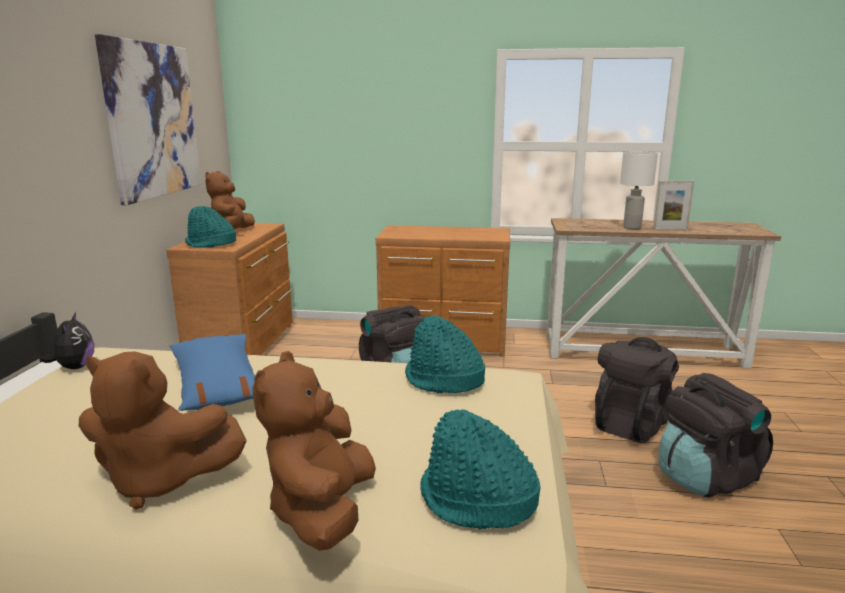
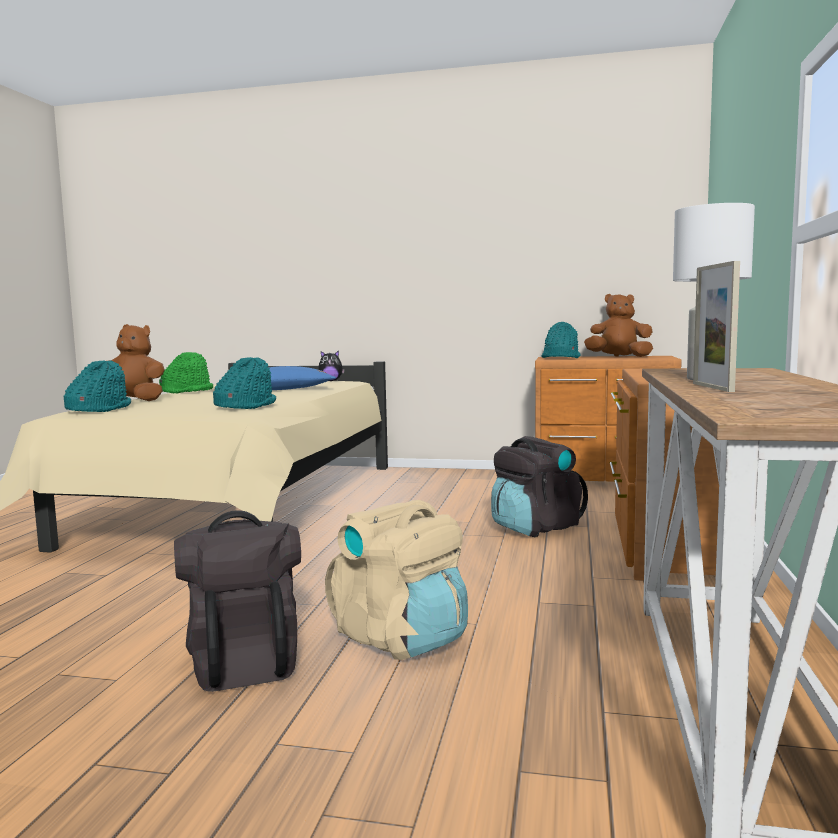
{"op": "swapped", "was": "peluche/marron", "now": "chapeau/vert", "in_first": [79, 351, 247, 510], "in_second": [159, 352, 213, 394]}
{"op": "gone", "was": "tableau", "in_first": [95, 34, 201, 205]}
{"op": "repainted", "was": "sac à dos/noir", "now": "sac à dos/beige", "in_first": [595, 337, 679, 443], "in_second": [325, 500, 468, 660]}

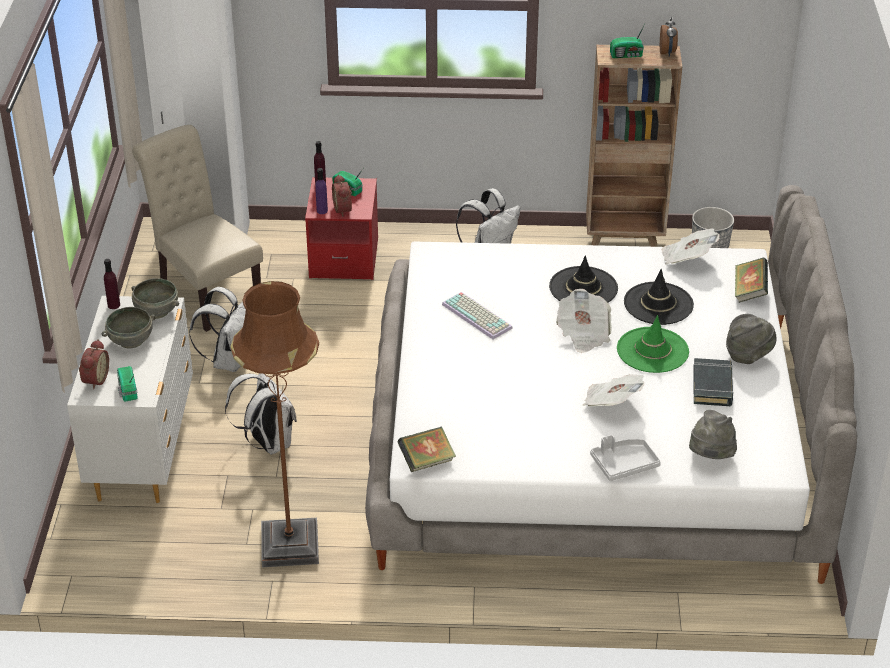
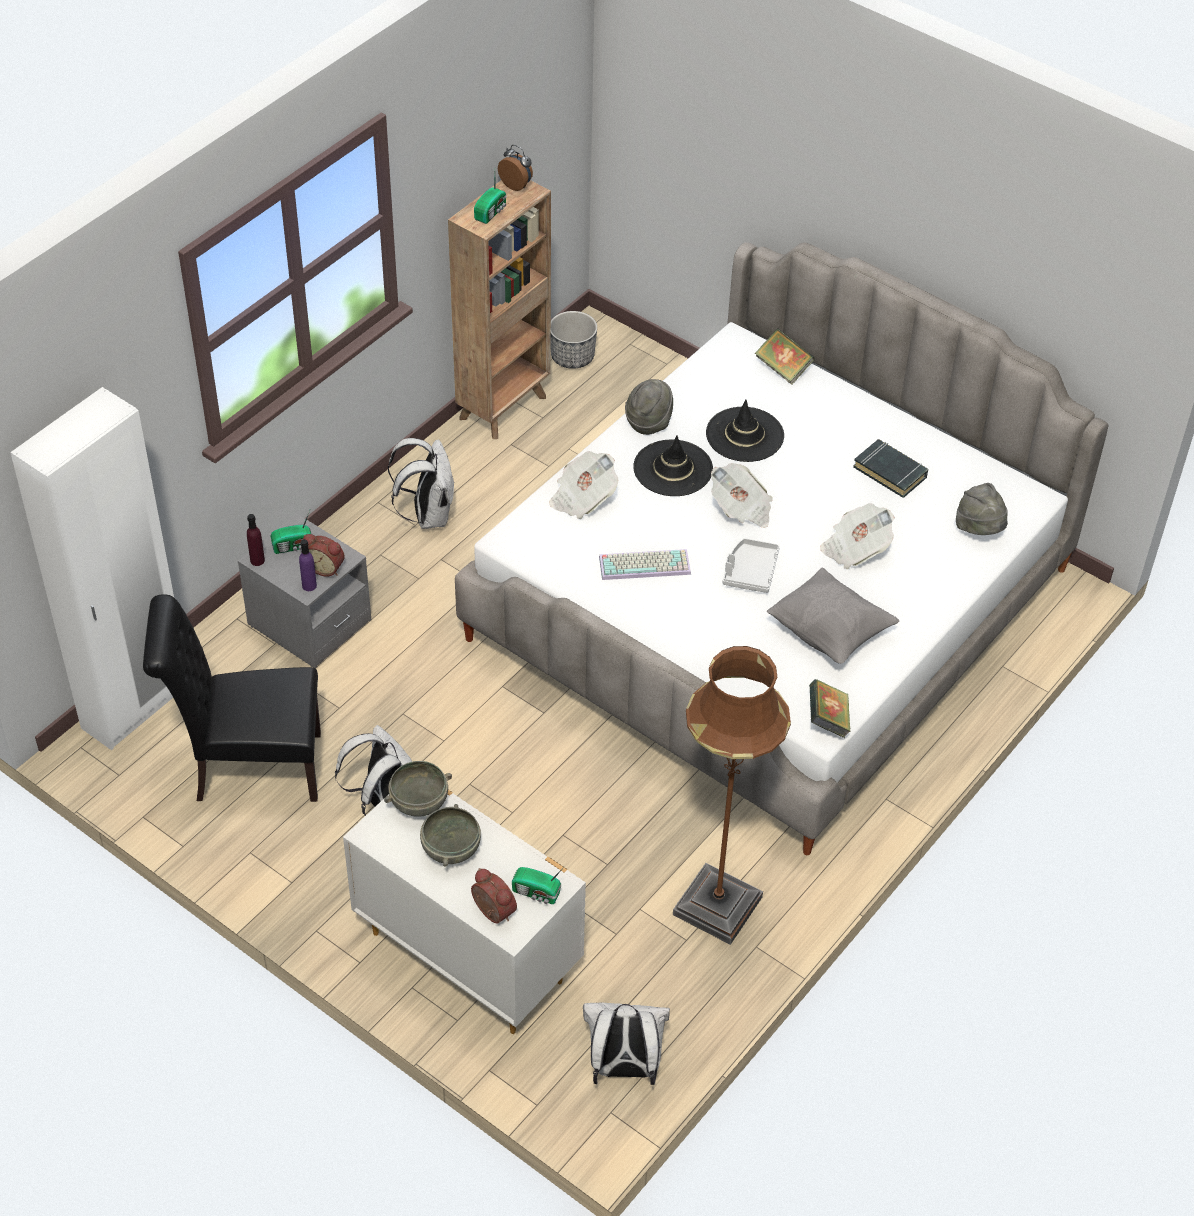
{"op": "gone", "was": "bouteille/violet", "in_first": [104, 259, 120, 309]}
{"op": "repainted", "was": "chaise/beige", "now": "chaise/noir", "in_first": [132, 125, 263, 332], "in_second": [143, 594, 321, 802]}
{"op": "shifted", "was": "sac à dos/blanc", "in_first": [225, 373, 297, 455], "in_second": [583, 1003, 670, 1085]}
{"op": "repainted", "was": "table de chevet/rouge", "now": "table de chevet/gris", "in_first": [305, 177, 378, 280], "in_second": [238, 514, 371, 668]}
{"op": "shifted", "was": "plateau/gris", "in_first": [590, 435, 661, 481], "in_second": [723, 538, 780, 593]}
{"op": "gone", "was": "chapeau/vert", "in_first": [617, 315, 689, 373]}
{"op": "shifted", "was": "journal", "in_first": [661, 229, 719, 265], "in_second": [549, 451, 618, 519]}
{"op": "shifted", "was": "chapeau/gris", "in_first": [726, 314, 777, 364], "in_second": [625, 379, 673, 435]}
{"op": "new", "now": "coussin/gris", "in_second": [767, 568, 899, 664]}

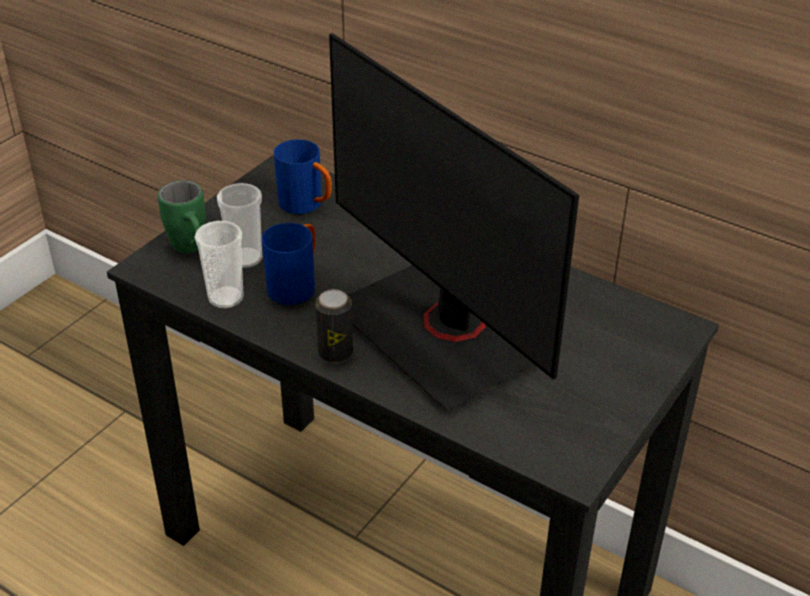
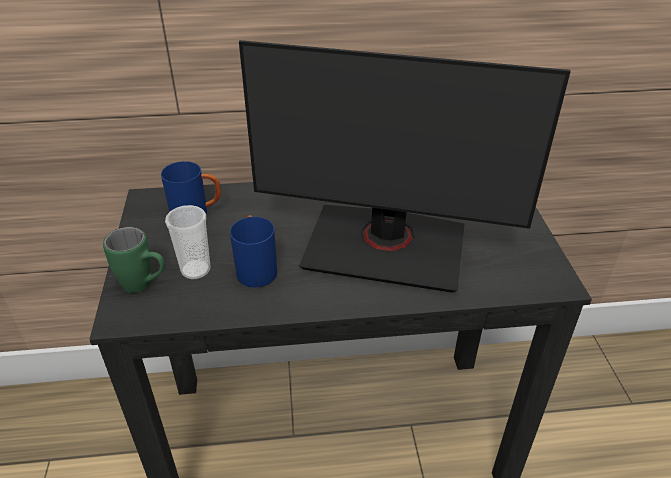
{"op": "gone", "was": "tasse", "in_first": [195, 221, 244, 308]}
{"op": "gone", "was": "boîte métallique", "in_first": [315, 289, 353, 363]}

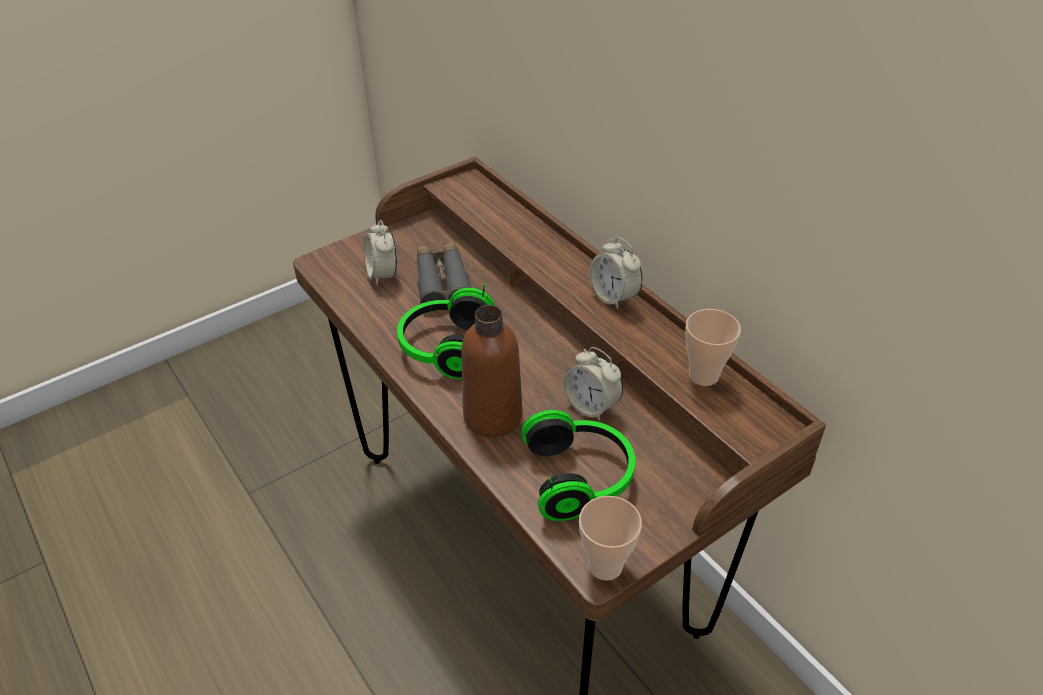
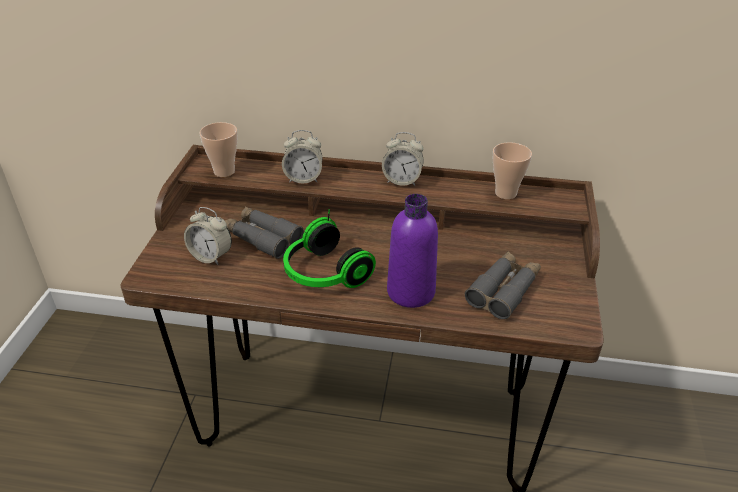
{"op": "repainted", "was": "bouteille/marron", "now": "bouteille/violet", "in_first": [461, 305, 522, 438], "in_second": [387, 194, 438, 308]}
{"op": "swapped", "was": "casque audio", "now": "jumelles/gris", "in_first": [521, 410, 635, 521], "in_second": [465, 251, 541, 319]}
{"op": "shifted", "was": "réveil", "in_first": [563, 347, 623, 421], "in_second": [282, 130, 323, 184]}
{"op": "shifted", "was": "tasse", "in_first": [579, 496, 642, 581], "in_second": [199, 122, 237, 177]}

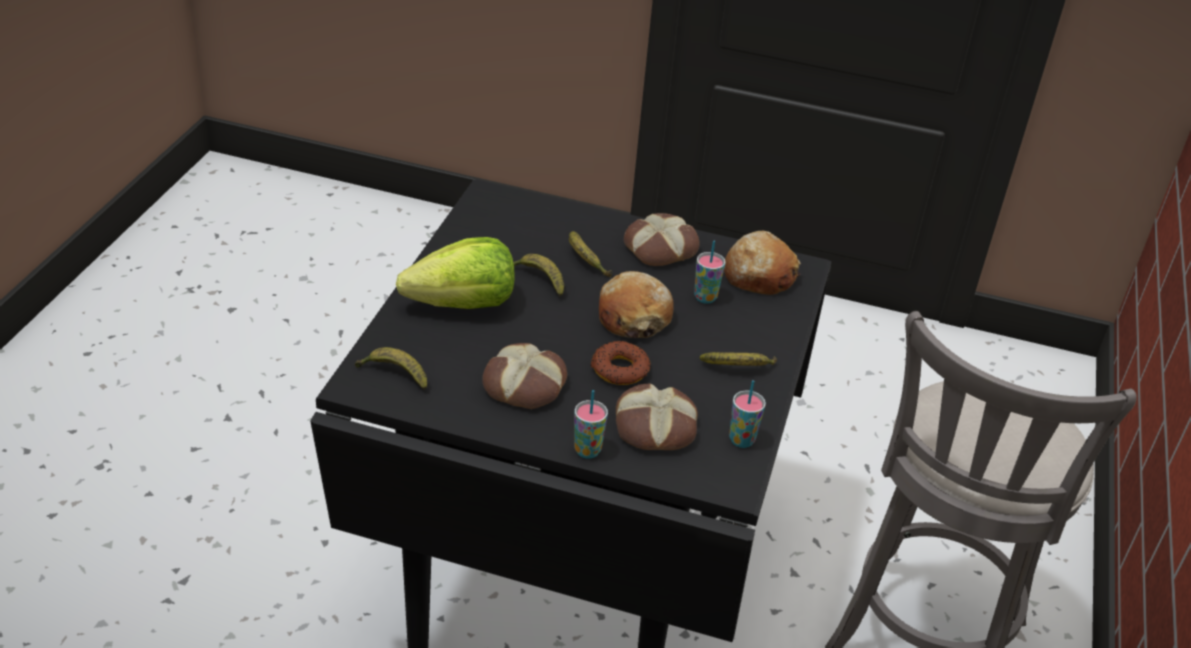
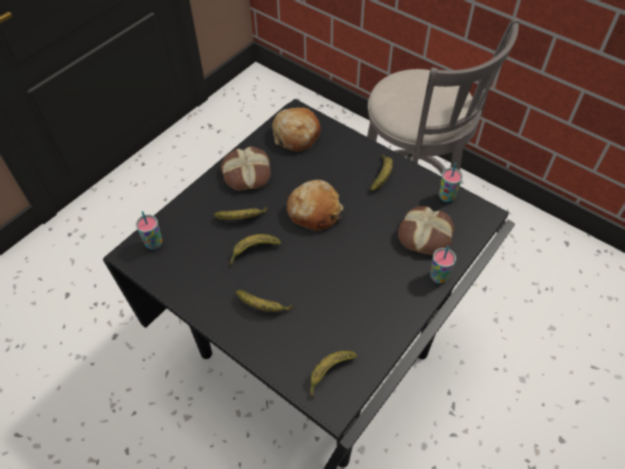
{"op": "swapped", "was": "laitue", "now": "banane", "in_first": [396, 237, 514, 309], "in_second": [236, 290, 293, 311]}
{"op": "gone", "was": "pain", "in_first": [482, 343, 567, 409]}
{"op": "gone", "was": "beignet", "in_first": [590, 341, 651, 385]}
{"op": "shifted", "was": "tasse", "in_first": [694, 241, 726, 304], "in_second": [136, 211, 162, 250]}

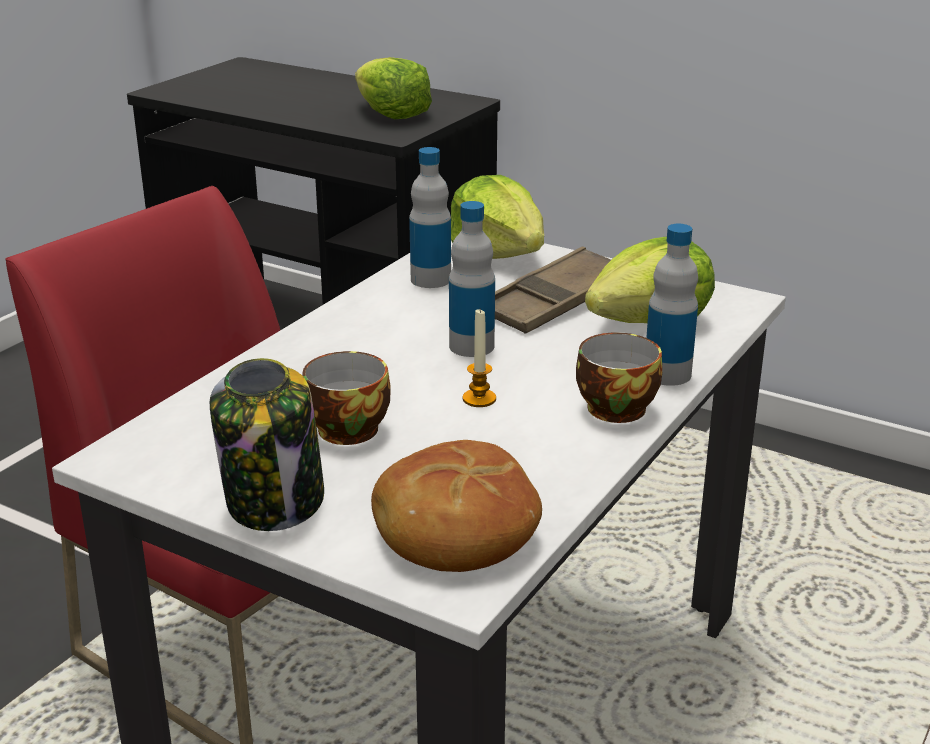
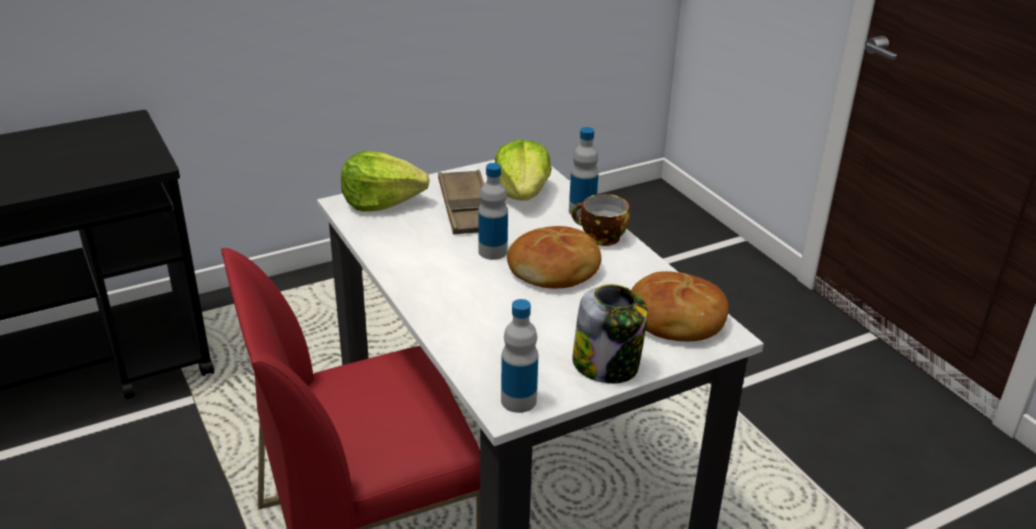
{"op": "gone", "was": "tasse", "in_first": [302, 351, 391, 445]}
{"op": "gone", "was": "laitue", "in_first": [355, 57, 432, 119]}
{"op": "shifted", "was": "bouteille", "in_first": [409, 147, 451, 288], "in_second": [501, 299, 538, 413]}
{"op": "swapped", "was": "bougie", "now": "pain", "in_first": [463, 309, 496, 407], "in_second": [507, 226, 601, 289]}

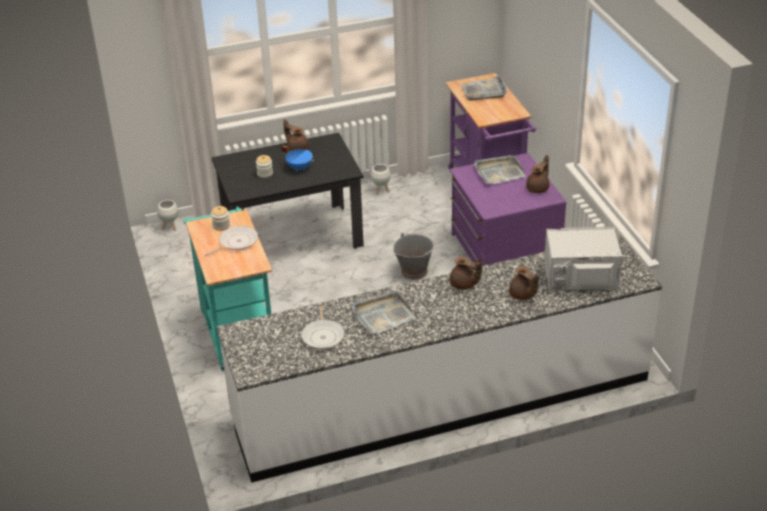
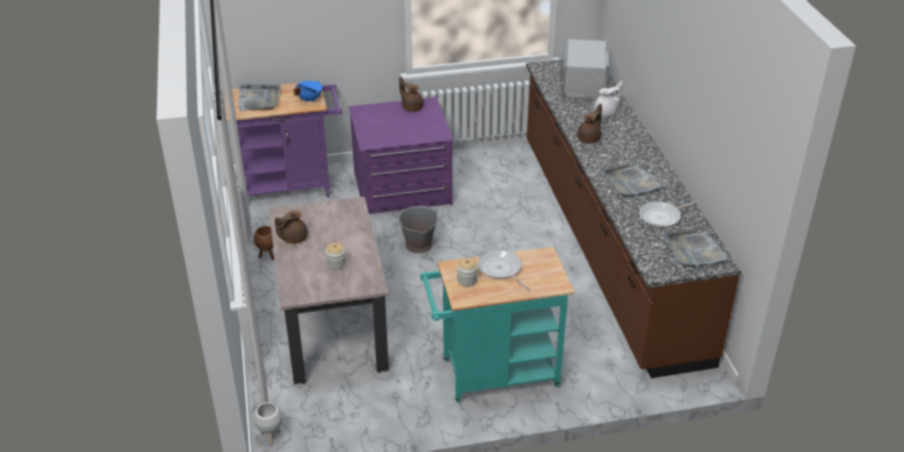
{"op": "repainted", "was": "table à manger/noir", "now": "table à manger/beige", "in_first": [211, 133, 364, 249], "in_second": [269, 197, 389, 384]}
{"op": "repainted", "was": "comptoir de cuisine/blanc", "now": "comptoir de cuisine/marron", "in_first": [217, 235, 662, 483], "in_second": [526, 59, 741, 378]}
{"op": "shifted", "was": "marmite/bleu", "in_first": [281, 145, 314, 171], "in_second": [293, 80, 322, 102]}
{"op": "rotated", "was": "poêle", "in_first": [301, 305, 344, 349], "in_second": [639, 202, 695, 228], "clockwise": 150}
{"op": "repainted", "was": "cache-pot/blanc", "now": "cache-pot/marron", "in_first": [370, 164, 391, 195], "in_second": [254, 226, 274, 260]}
{"op": "shifted", "was": "plateau/gris", "in_first": [474, 155, 526, 184], "in_second": [665, 230, 731, 267]}
{"op": "repainted", "was": "théière/marron", "now": "théière/blanc", "in_first": [509, 266, 539, 300], "in_second": [594, 81, 622, 117]}

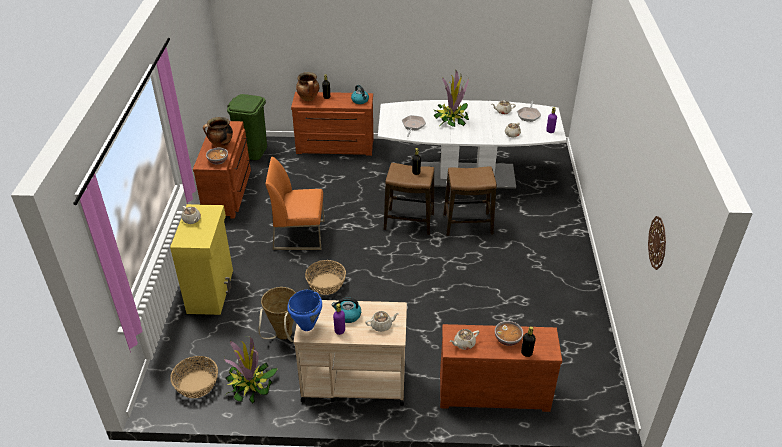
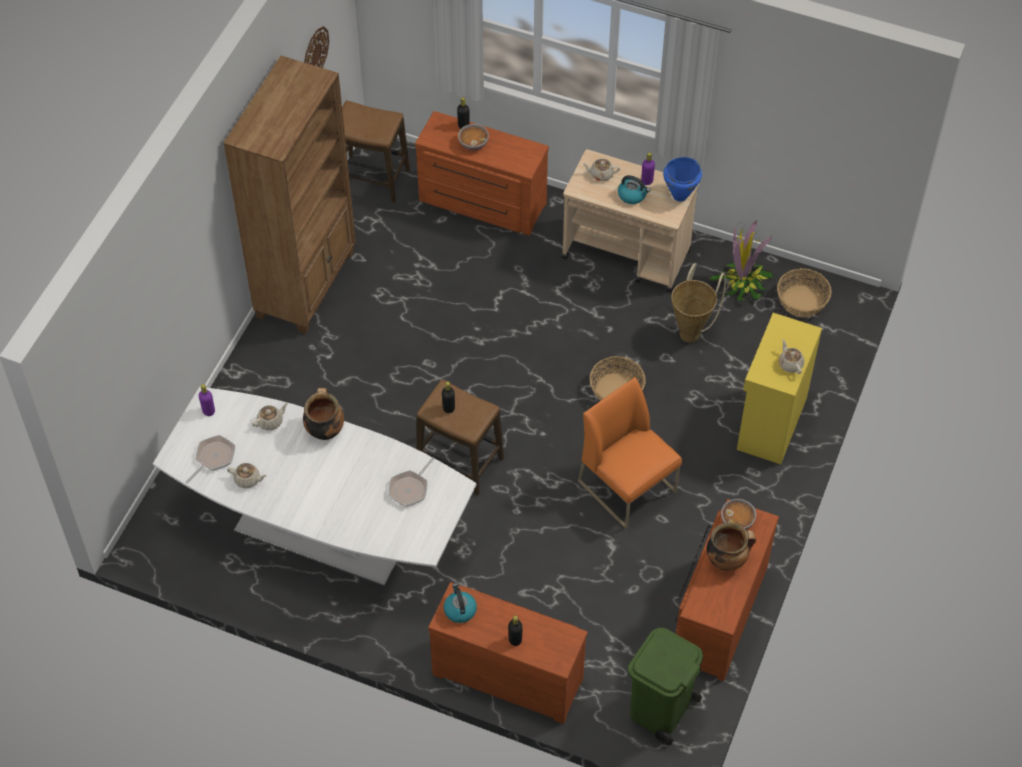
{"op": "rotated", "was": "chaise/orange", "in_first": [265, 156, 325, 250], "in_second": [578, 377, 682, 529], "clockwise": -150}
{"op": "shifted", "was": "marmite", "in_first": [296, 72, 319, 101], "in_second": [303, 388, 344, 440]}
{"op": "gone", "was": "plante en pot", "in_first": [434, 70, 469, 127]}
{"op": "shifted", "was": "tabouret", "in_first": [443, 166, 497, 236], "in_second": [342, 100, 410, 203]}
{"op": "gone", "was": "théière/beige", "in_first": [449, 329, 479, 350]}
{"op": "new", "now": "bibliothèque/marron", "in_second": [223, 56, 356, 334]}

